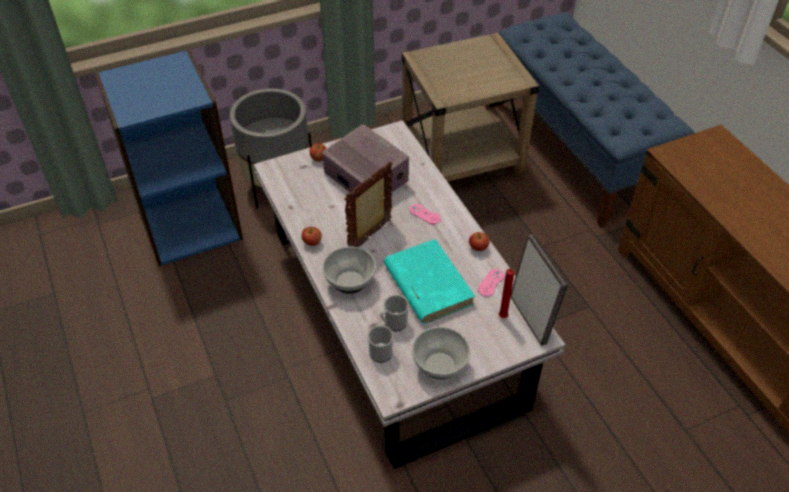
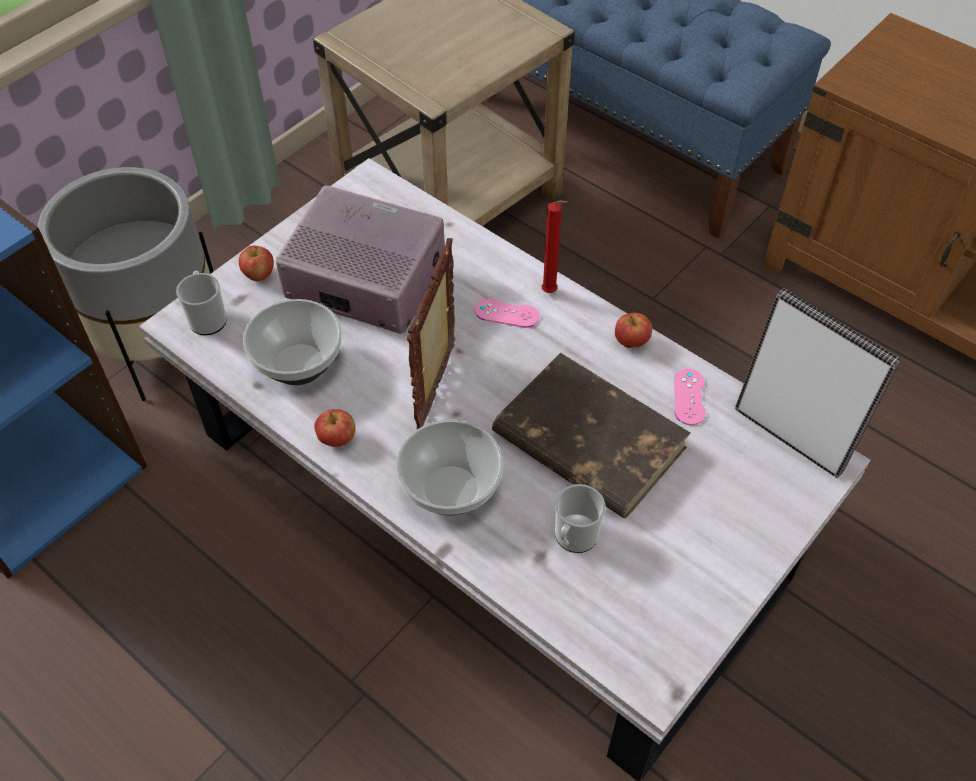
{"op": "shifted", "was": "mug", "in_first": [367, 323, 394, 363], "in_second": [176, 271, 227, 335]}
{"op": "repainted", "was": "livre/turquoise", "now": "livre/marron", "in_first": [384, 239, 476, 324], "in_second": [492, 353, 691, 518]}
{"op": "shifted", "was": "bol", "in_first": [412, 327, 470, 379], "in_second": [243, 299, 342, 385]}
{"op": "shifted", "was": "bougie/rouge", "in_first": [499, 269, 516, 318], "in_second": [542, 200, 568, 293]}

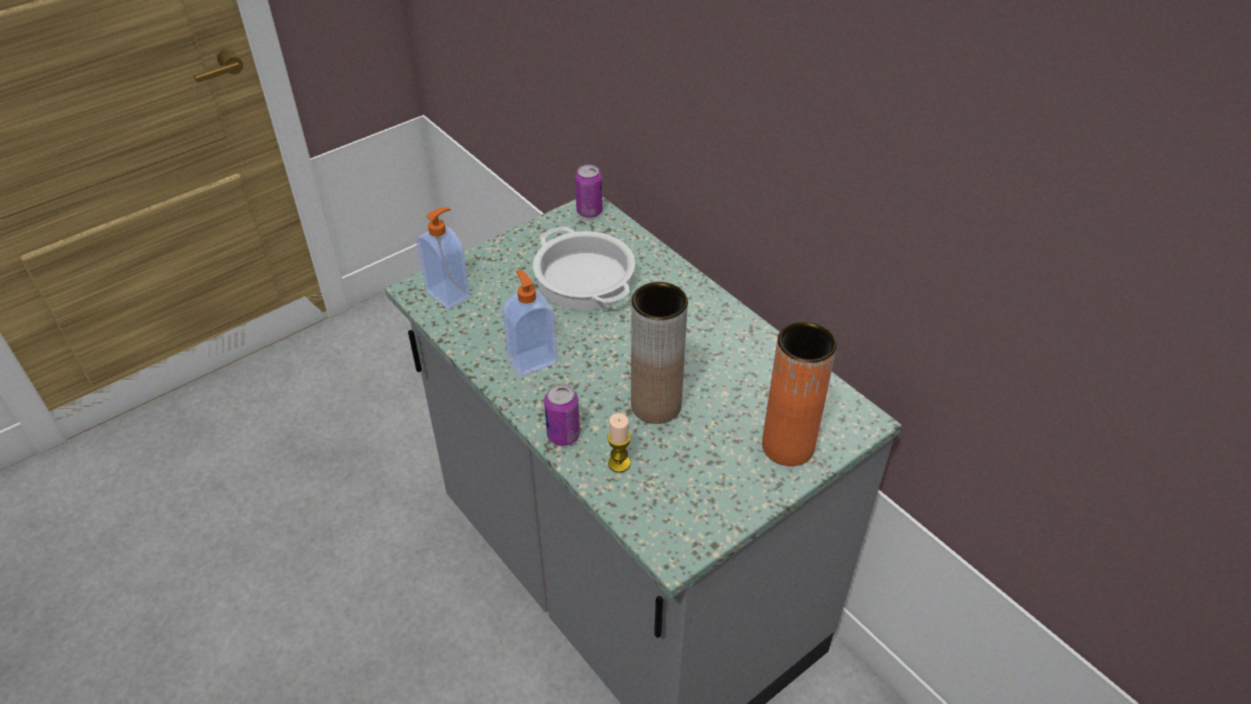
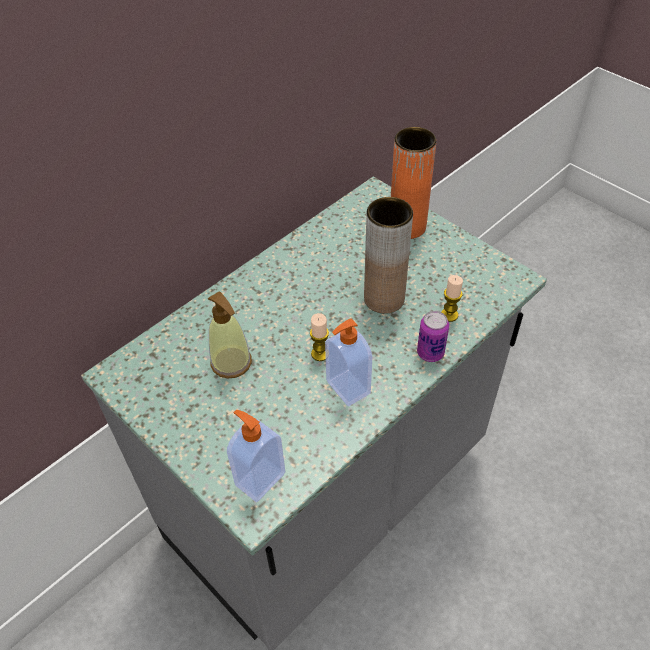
{"op": "swapped", "was": "marmite", "now": "distributeur de savon", "in_first": [533, 227, 635, 310], "in_second": [208, 291, 252, 379]}
{"op": "gone", "was": "boîte métallique", "in_first": [575, 165, 603, 218]}
{"op": "new", "now": "bougie", "in_second": [310, 313, 329, 361]}

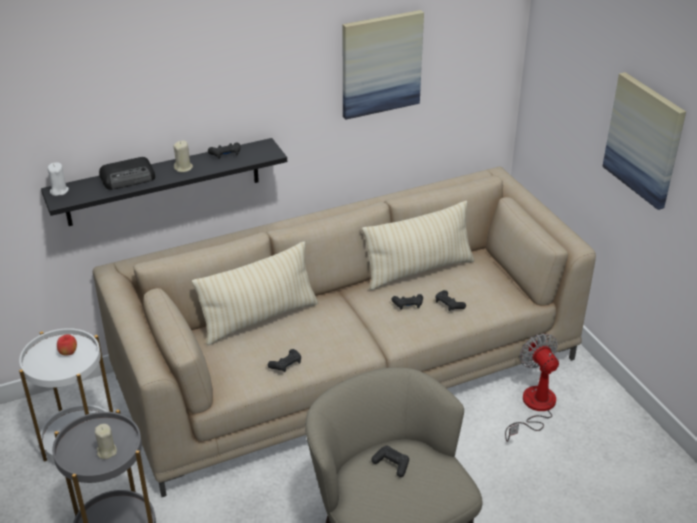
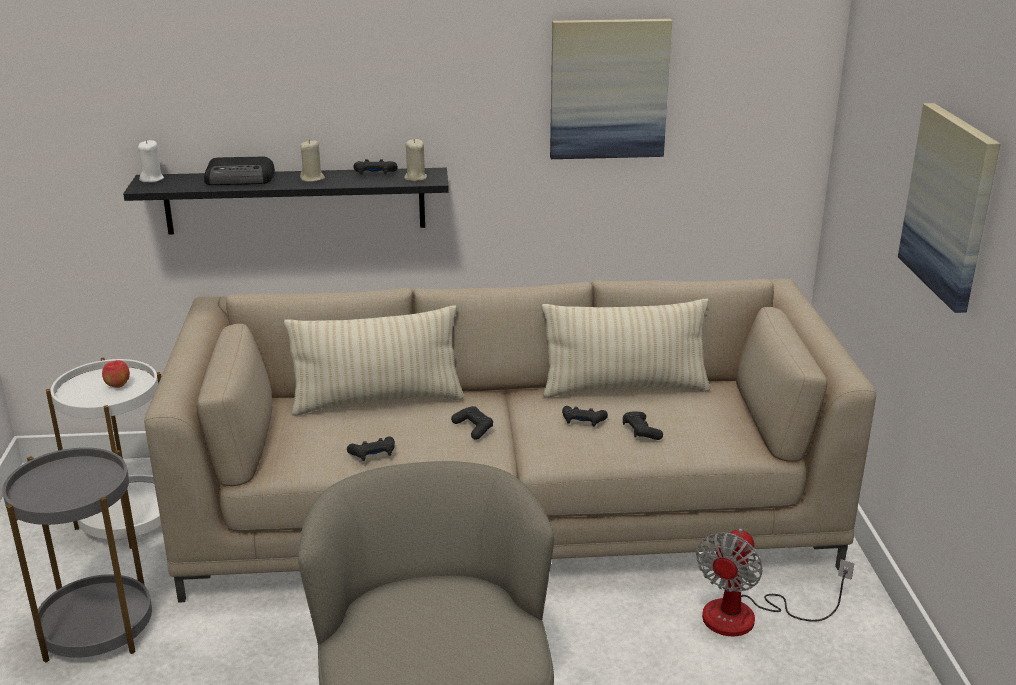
{"op": "shifted", "was": "bougie/beige", "in_first": [95, 424, 117, 459], "in_second": [404, 139, 427, 181]}
{"op": "shifted", "was": "manette/noir", "in_first": [371, 446, 409, 477], "in_second": [451, 406, 493, 440]}
{"op": "rotated", "was": "ventilateur", "in_first": [505, 333, 559, 442], "in_second": [696, 528, 854, 637], "clockwise": -150}

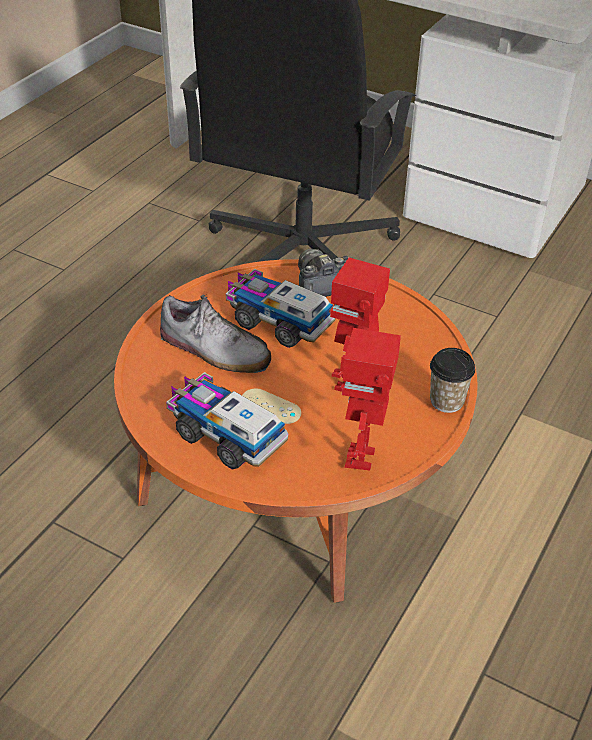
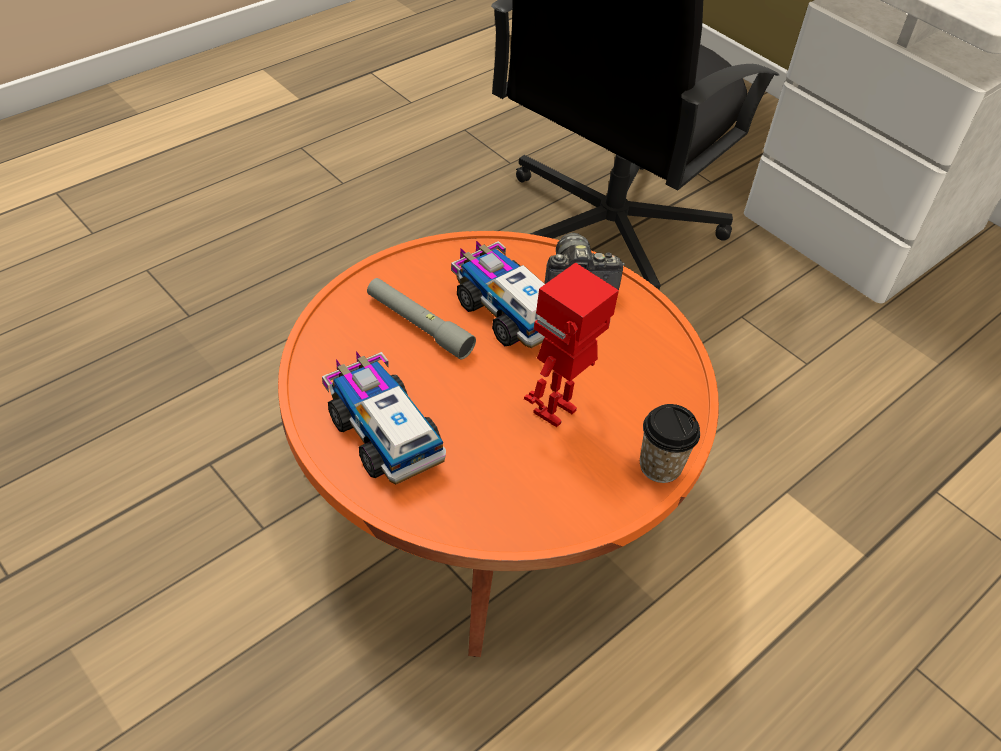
{"op": "swapped", "was": "chaussure", "now": "lampe de poche/gris", "in_first": [160, 294, 271, 373], "in_second": [367, 278, 476, 359]}
{"op": "gone", "was": "manette/beige", "in_first": [242, 388, 301, 424]}
{"op": "gone", "was": "robot jouet", "in_first": [342, 328, 401, 470]}

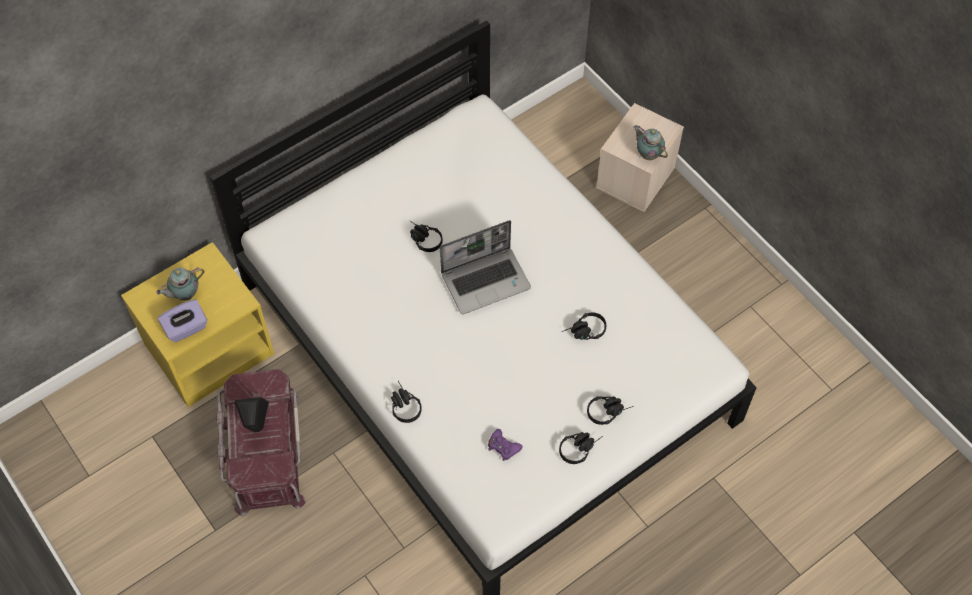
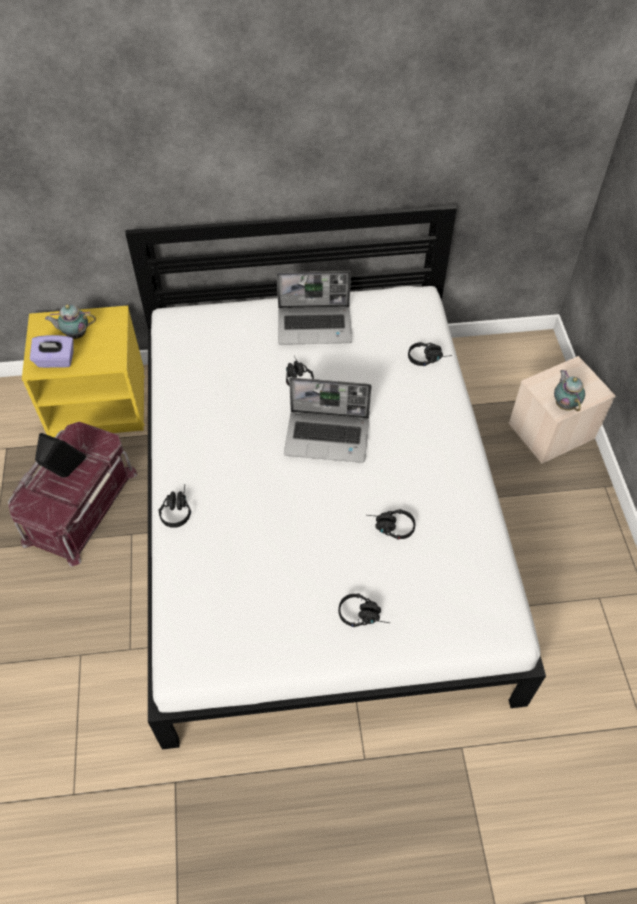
{"op": "gone", "was": "manette/violet", "in_first": [488, 429, 523, 461]}
{"op": "shifted", "was": "casque audio/noir", "in_first": [559, 432, 603, 464], "in_second": [408, 342, 452, 366]}
{"op": "new", "now": "ordinateur portable", "in_second": [276, 271, 352, 345]}

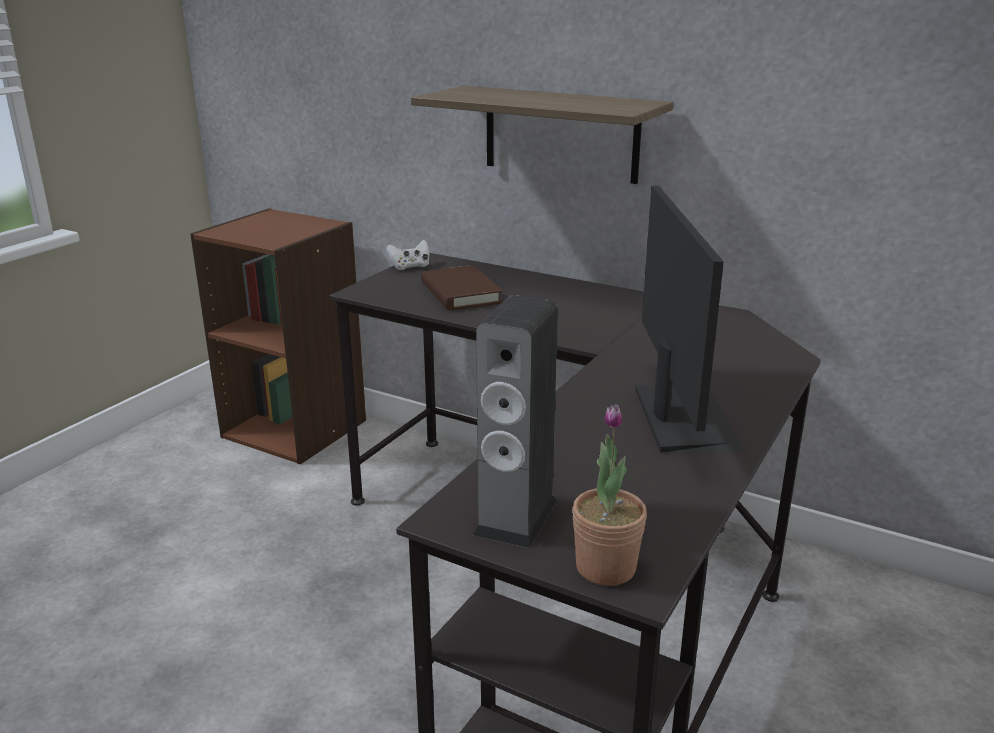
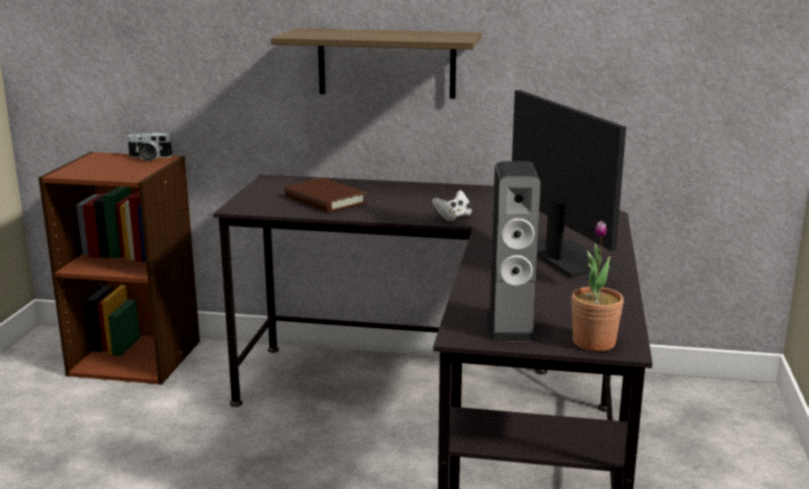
{"op": "shifted", "was": "manette/blanc", "in_first": [386, 240, 429, 270], "in_second": [432, 190, 472, 221]}
{"op": "new", "now": "appareil photo", "in_second": [127, 133, 172, 162]}

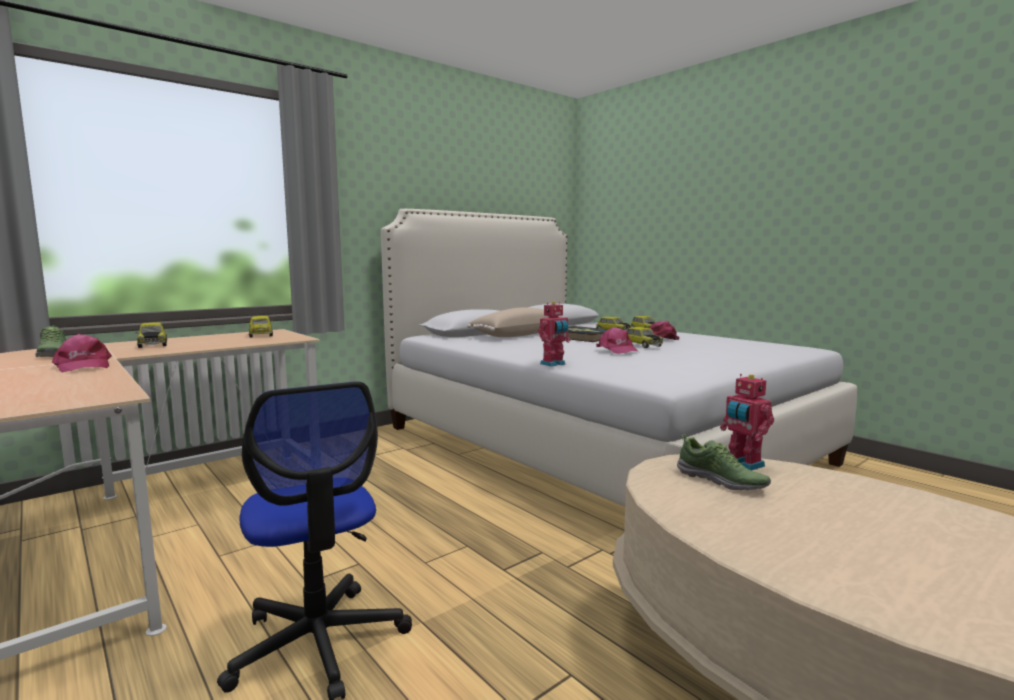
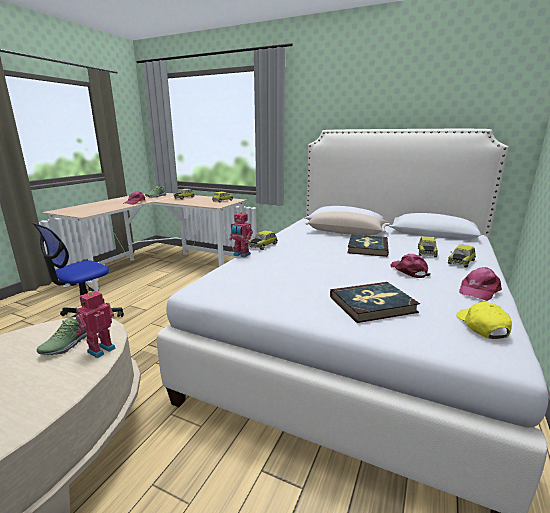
{"op": "shifted", "was": "casquette/rose", "in_first": [596, 327, 639, 354], "in_second": [459, 267, 502, 301]}
{"op": "shifted", "was": "petite voiture", "in_first": [627, 327, 663, 348], "in_second": [249, 231, 278, 250]}
{"op": "new", "now": "livre", "in_second": [330, 282, 420, 323]}
{"op": "new", "now": "casquette/jaune", "in_second": [457, 302, 512, 339]}

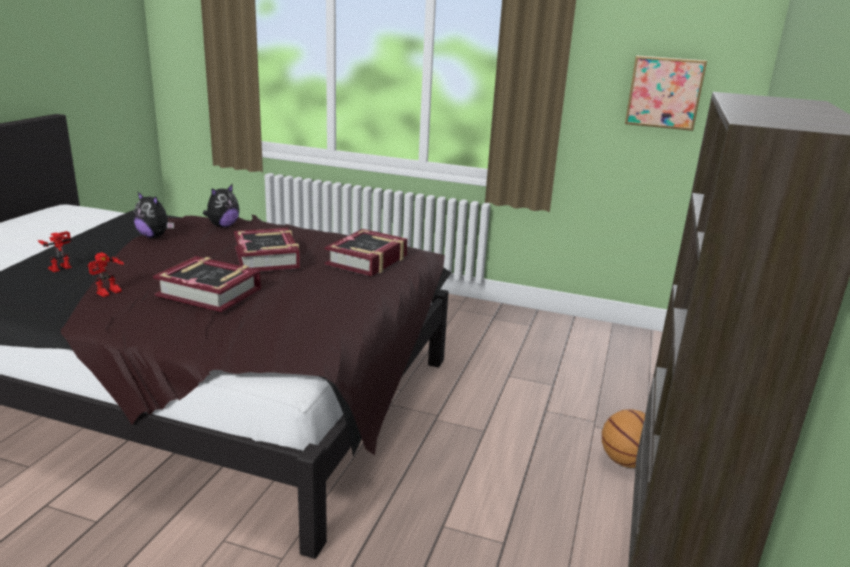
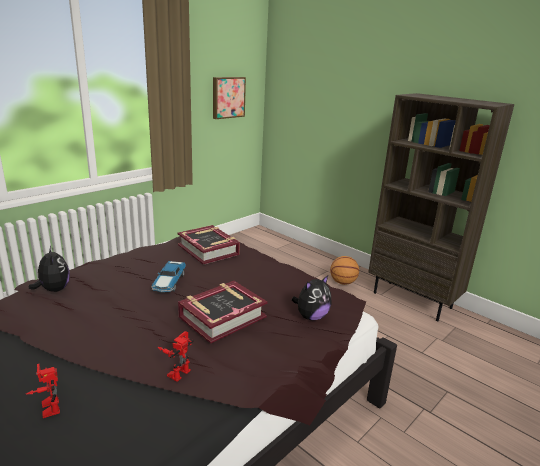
{"op": "rotated", "was": "robot jouet", "in_first": [86, 252, 124, 297], "in_second": [158, 331, 194, 382], "clockwise": -120}
{"op": "shifted", "was": "peluche", "in_first": [133, 192, 174, 238], "in_second": [292, 275, 332, 320]}
{"op": "swapped", "was": "livre", "now": "petite voiture", "in_first": [234, 228, 300, 271], "in_second": [151, 261, 186, 292]}

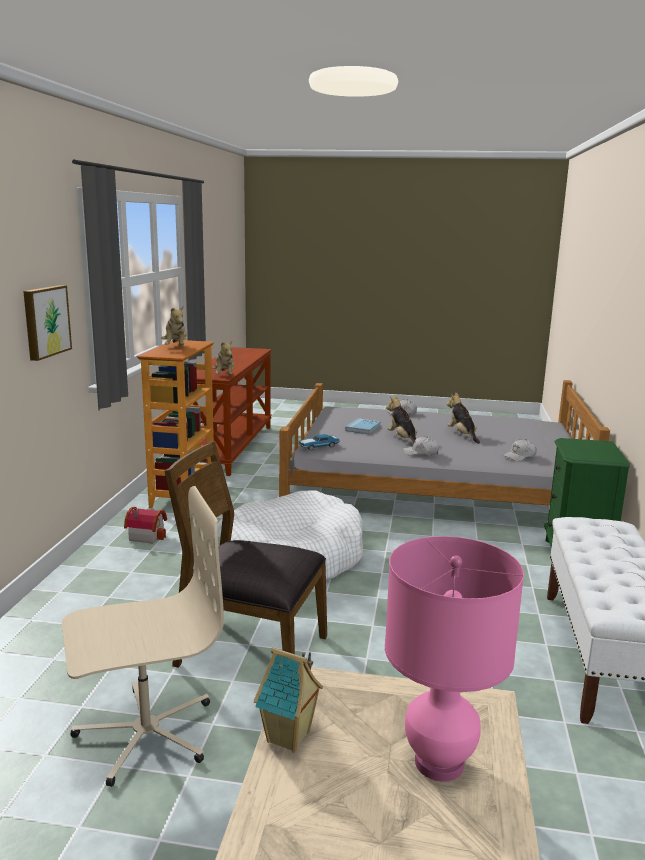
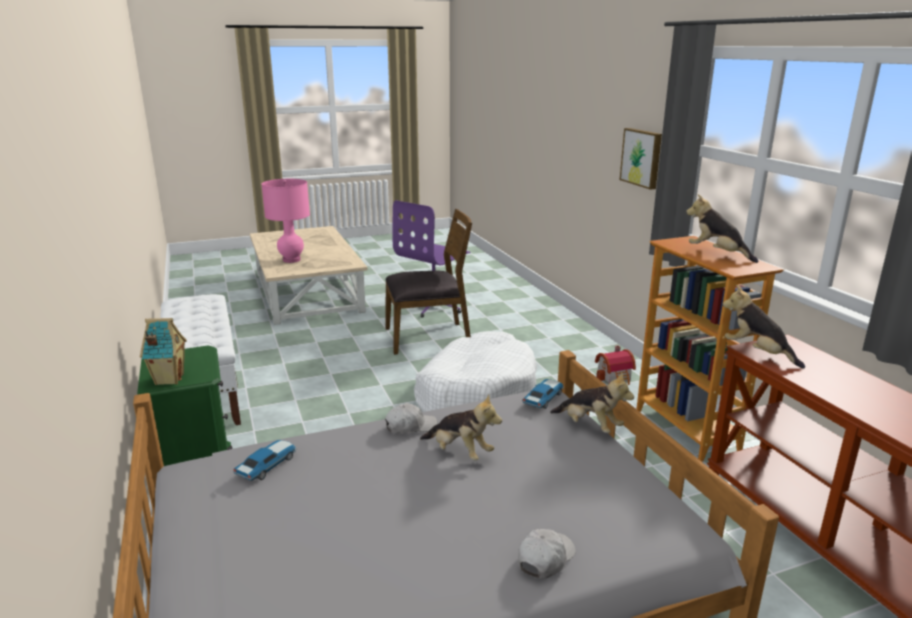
{"op": "repainted", "was": "chaise de bureau/beige", "now": "chaise de bureau/violet", "in_first": [62, 486, 224, 787], "in_second": [393, 200, 471, 317]}
{"op": "shifted", "was": "maison miniature", "in_first": [254, 647, 323, 752], "in_second": [140, 318, 187, 385]}
{"op": "gone", "was": "livre/bleu", "in_first": [345, 418, 381, 434]}
{"op": "shifted", "was": "peluche", "in_first": [447, 392, 480, 444], "in_second": [550, 372, 634, 433]}
{"op": "swapped", "was": "casquette/blanc", "now": "petite voiture", "in_first": [503, 439, 537, 461], "in_second": [233, 440, 297, 480]}

